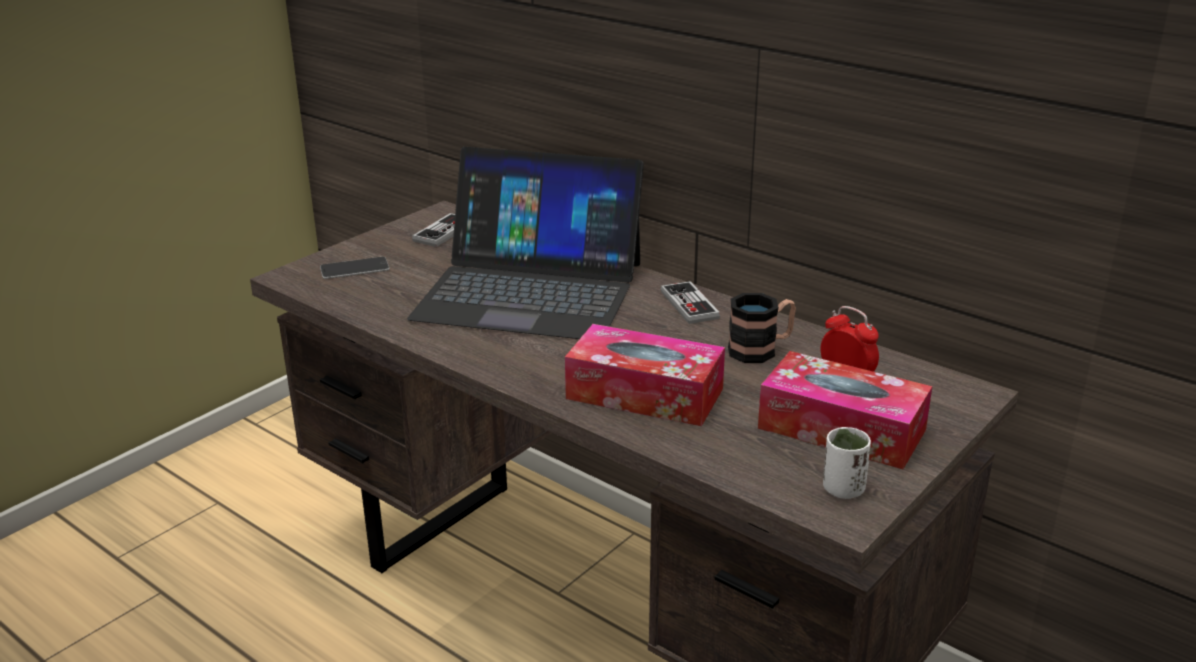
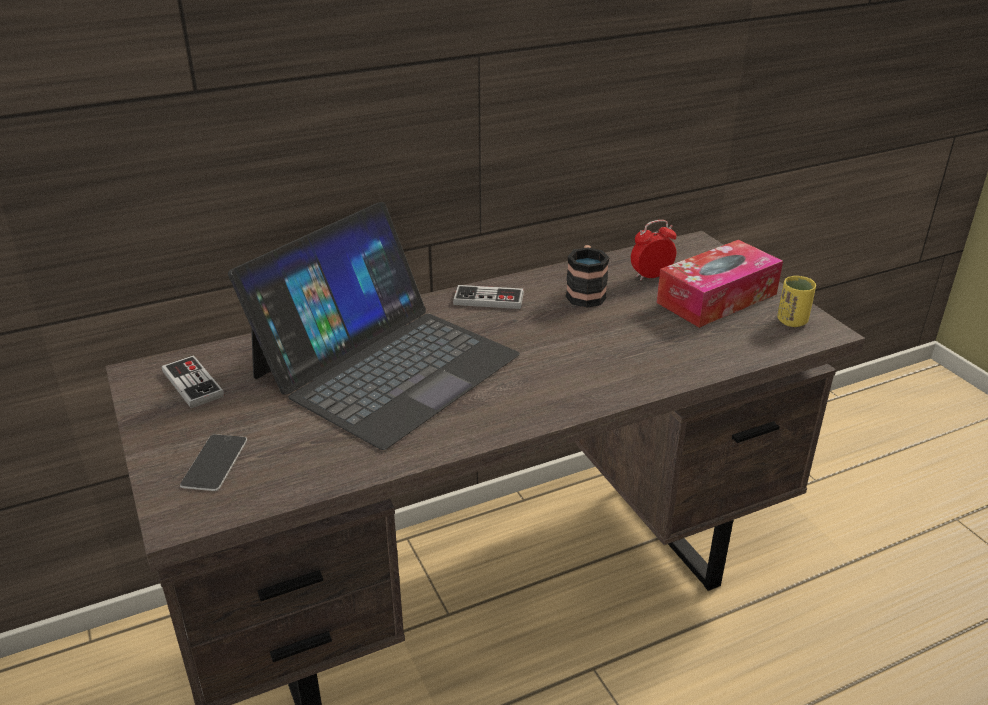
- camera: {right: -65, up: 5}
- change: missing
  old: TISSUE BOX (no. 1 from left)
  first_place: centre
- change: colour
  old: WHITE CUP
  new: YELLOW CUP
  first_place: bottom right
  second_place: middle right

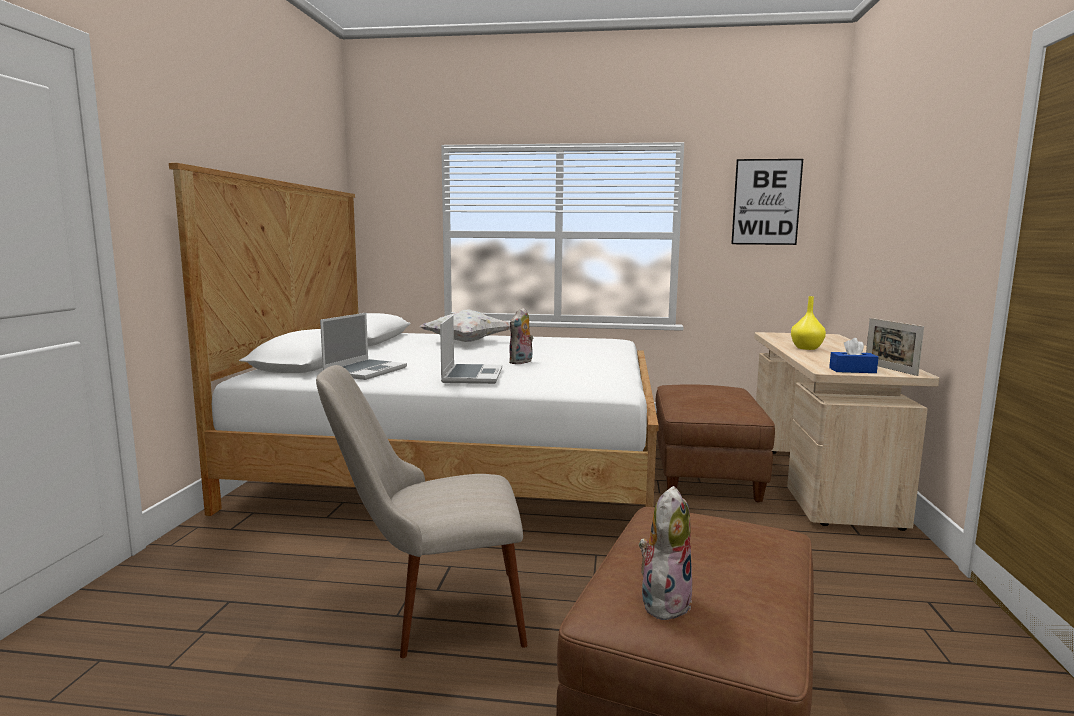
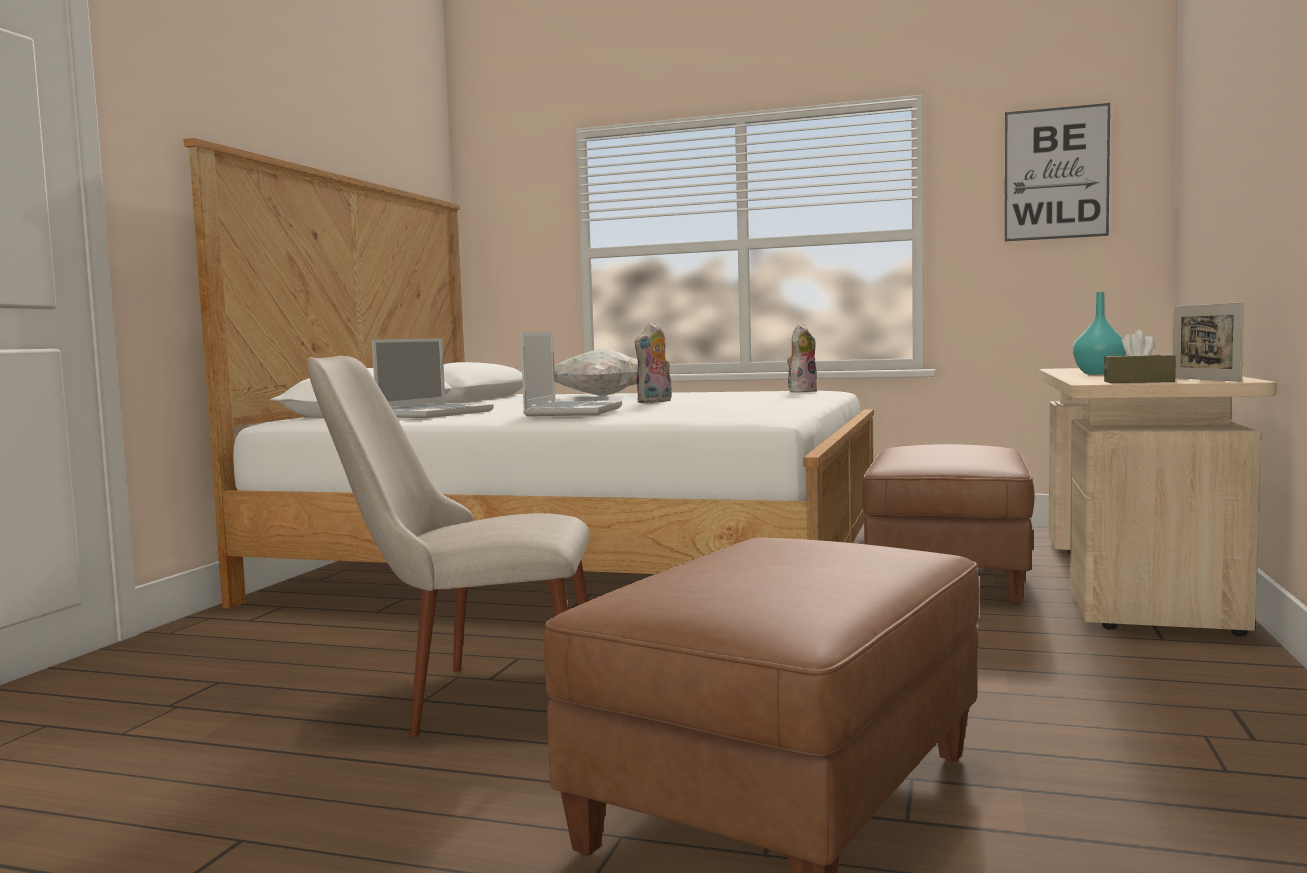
- camera: {right: 10, up: -5}
- change: colour
  old: YELLOW VASE
  new: TURQUOISE VASE
  first_place: middle right
  second_place: middle right
- change: colour
  old: BLUE TISSUE BOX
  new: BROWN TISSUE BOX
  first_place: middle right
  second_place: middle right
- change: relocated
  old: PLUSH TOY (no. 2 from left)
  first_place: bottom centre
  second_place: centre

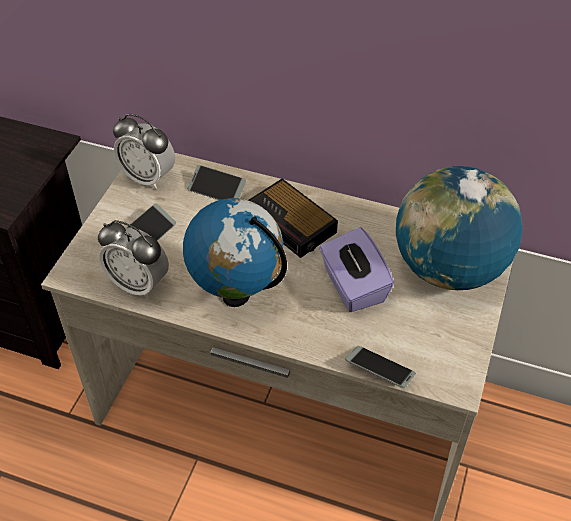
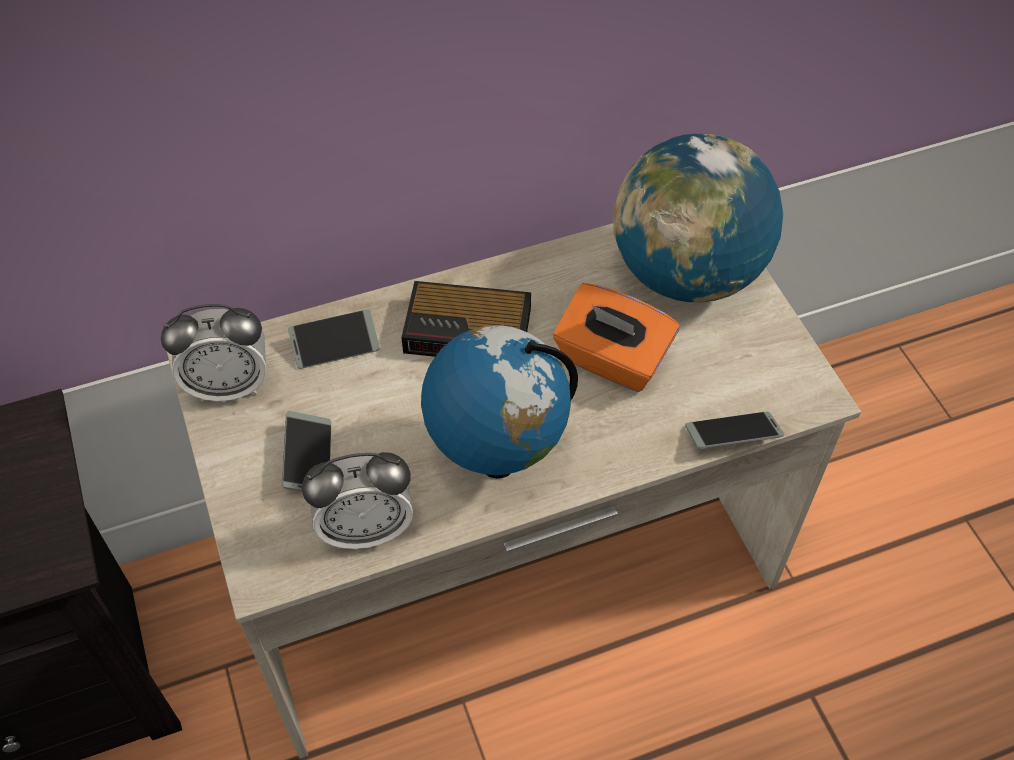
- camera: {right: -40, up: 5}
- change: colour
  old: PURPLE TISSUE BOX
  new: ORANGE TISSUE BOX
  first_place: centre
  second_place: centre

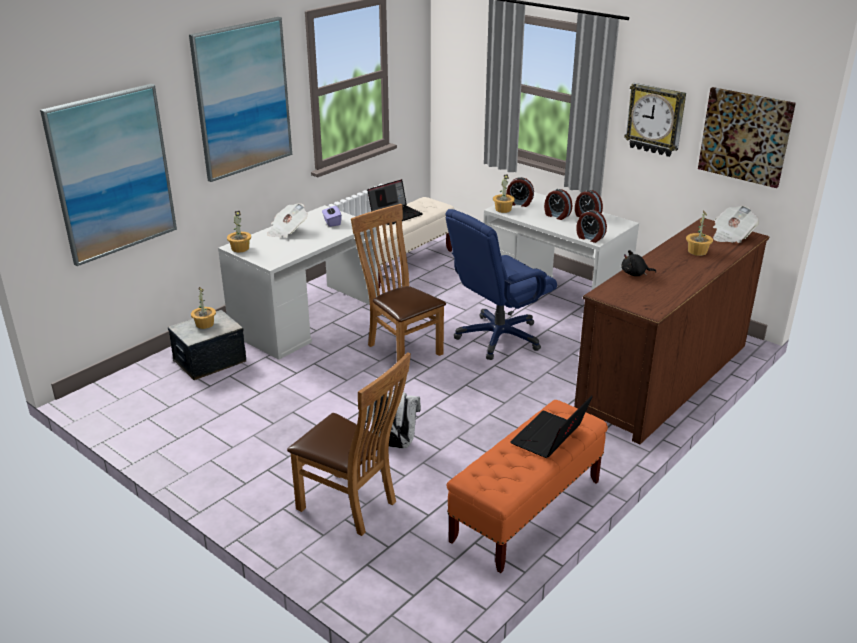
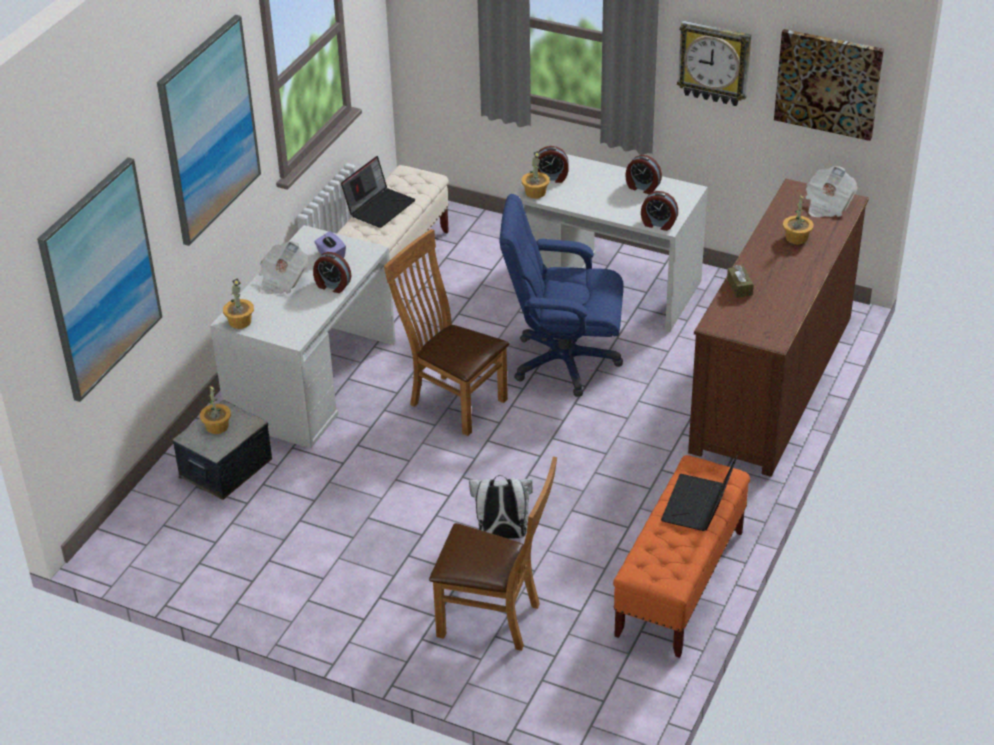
- camera: {right: -15, up: 10}
- change: relocated
  old: ALARM CLOCK (no. 2 from left in the first image)
  new: ALARM CLOCK (no. 1 from left)
  first_place: top centre
  second_place: centre
- change: spun
  old: BLUE OFFICE CHAIR
  first_place: centre
  second_place: centre
  degrees: 60
- change: exchanged
  old: BLACK PLUSH TOY
  new: BROWN TISSUE BOX
  first_place: middle right
  second_place: middle right

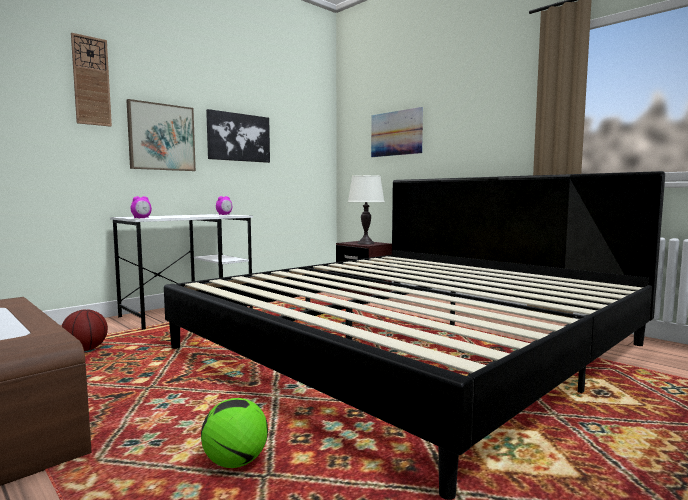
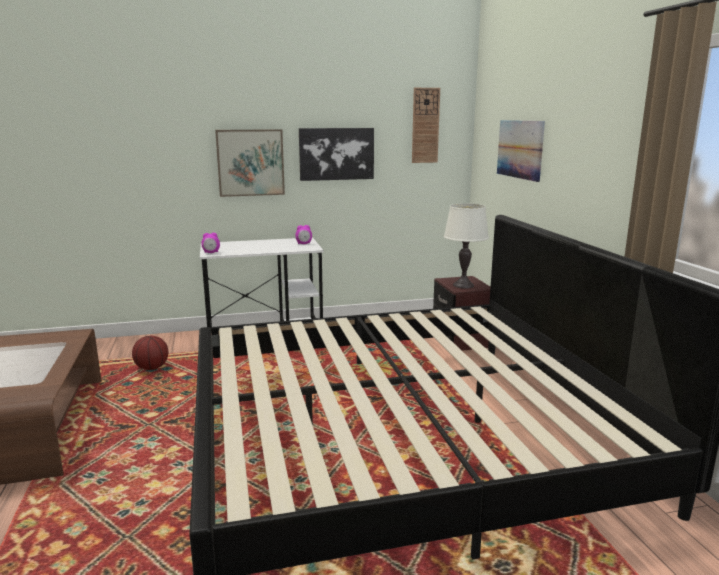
- camera: {right: 30, up: 10}
- change: relocated
  old: WALL CLOCK
  first_place: top left
  second_place: top centre
- change: missing
  old: FOOTBALL
  first_place: bottom centre

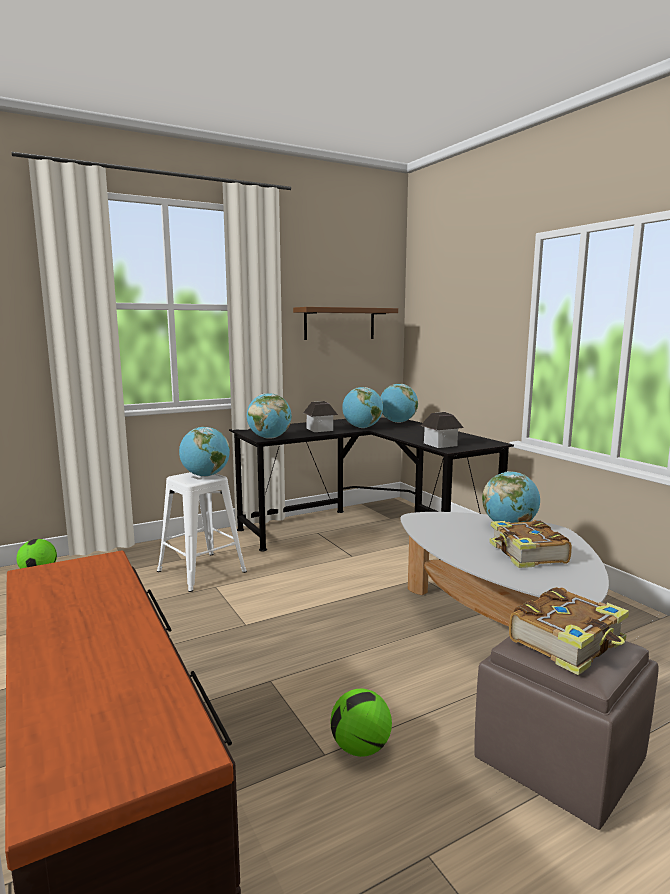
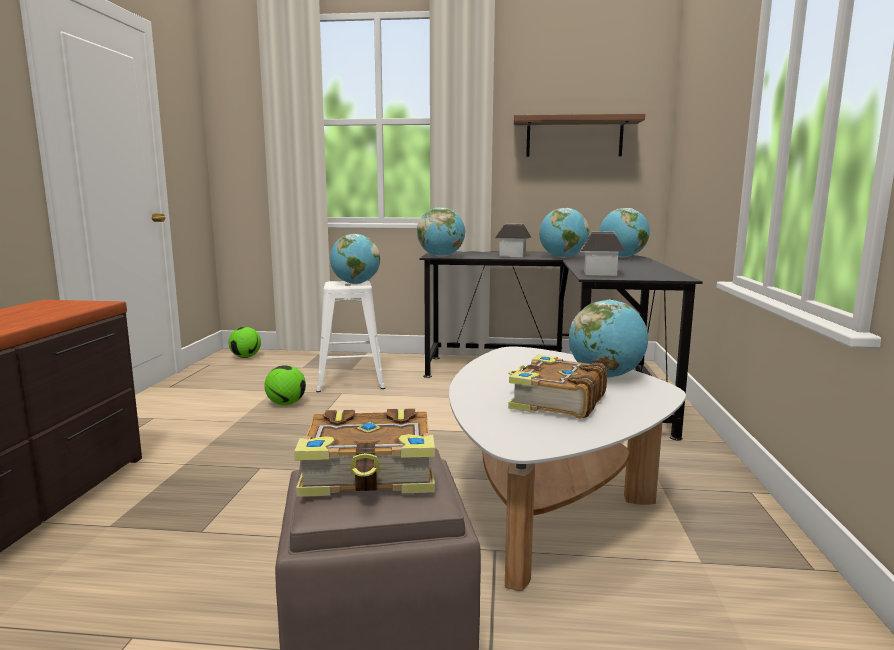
- camera: {right: 35, up: 0}
- change: relocated
  old: FOOTBALL (no. 2 from left)
  first_place: bottom centre
  second_place: middle left

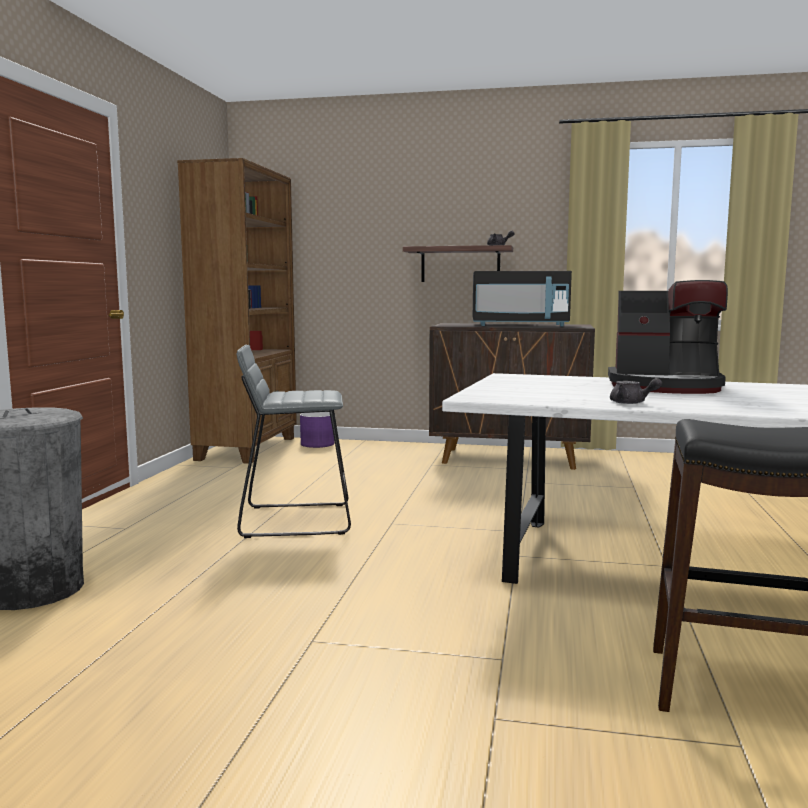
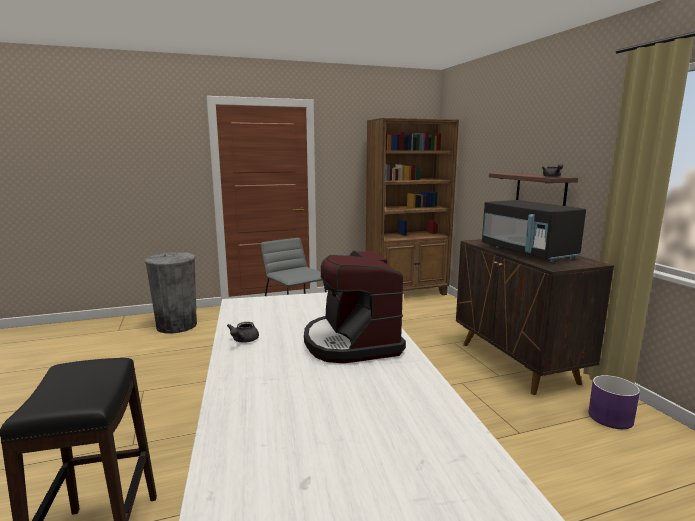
- camera: {right: 60, up: 5}
- change: relocated
  old: PURPLE PLANTER
  first_place: centre
  second_place: bottom right

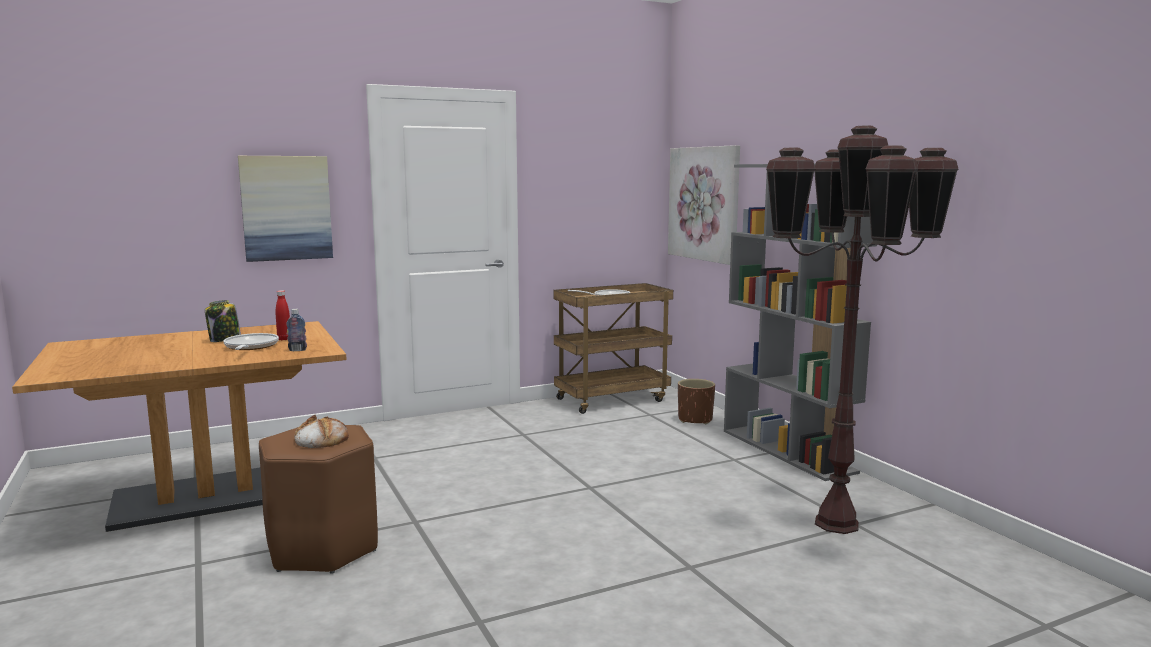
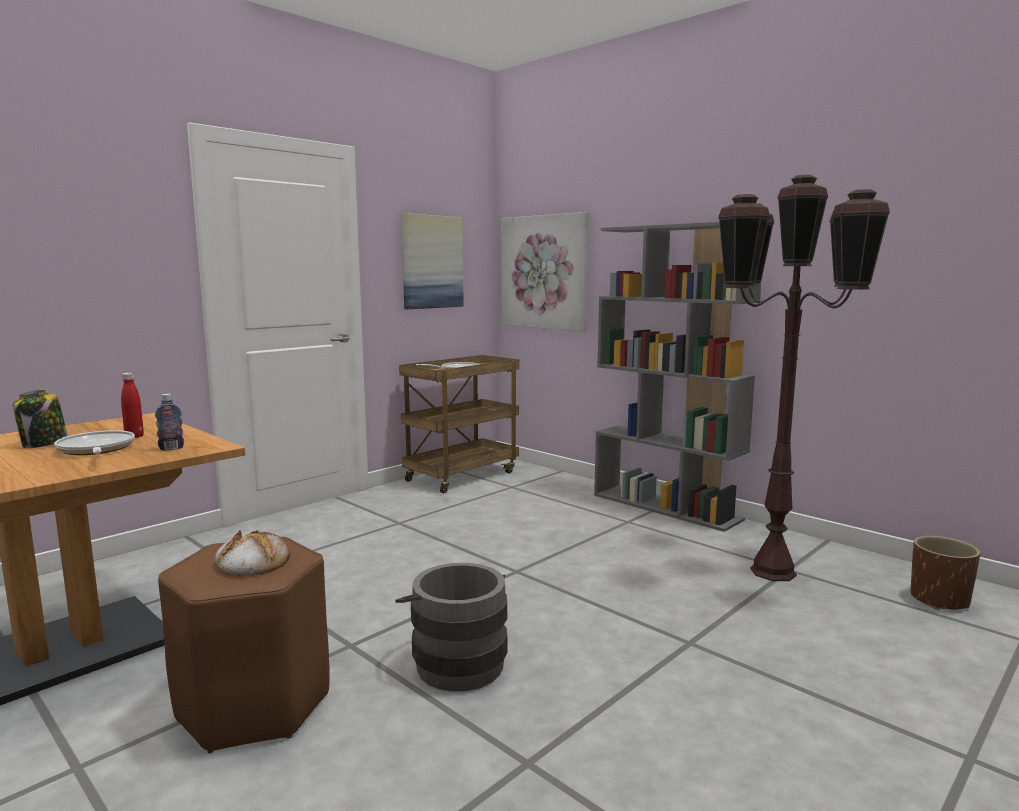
- camera: {right: -20, up: 0}
- change: relocated
  old: PICTURE (no. 1 from left)
  first_place: top left
  second_place: top centre
- change: relocated
  old: BROWN PLANTER
  first_place: centre
  second_place: bottom right
- change: appeared
  new: GREY BUCKET
  second_place: bottom centre

